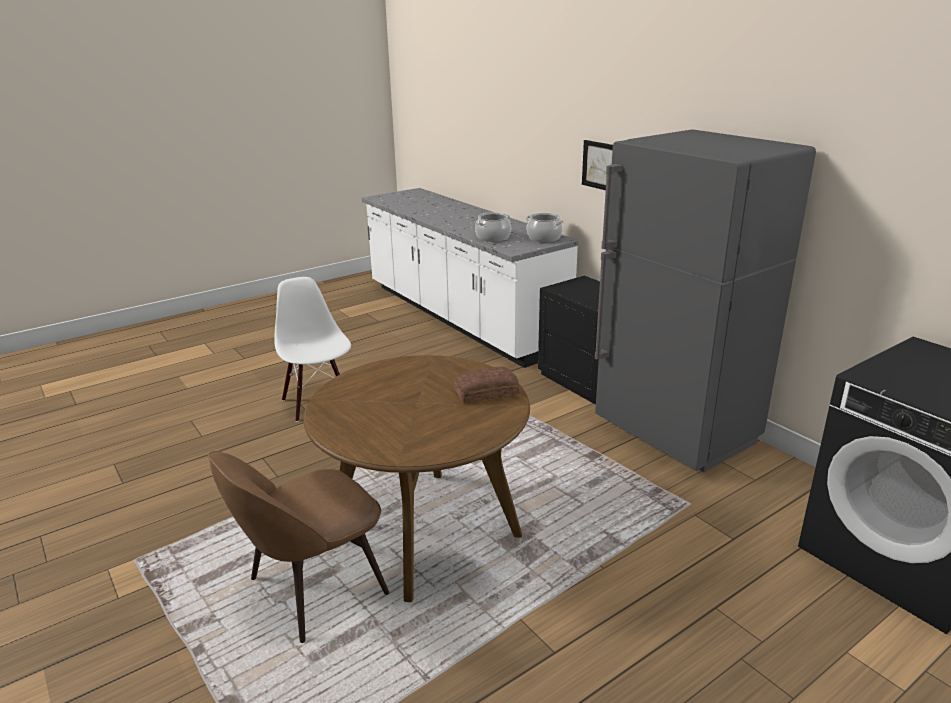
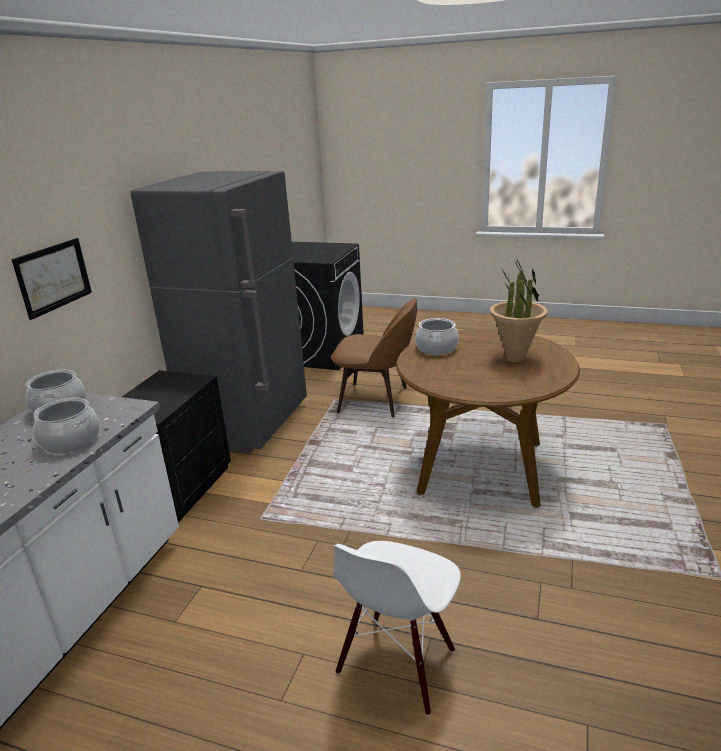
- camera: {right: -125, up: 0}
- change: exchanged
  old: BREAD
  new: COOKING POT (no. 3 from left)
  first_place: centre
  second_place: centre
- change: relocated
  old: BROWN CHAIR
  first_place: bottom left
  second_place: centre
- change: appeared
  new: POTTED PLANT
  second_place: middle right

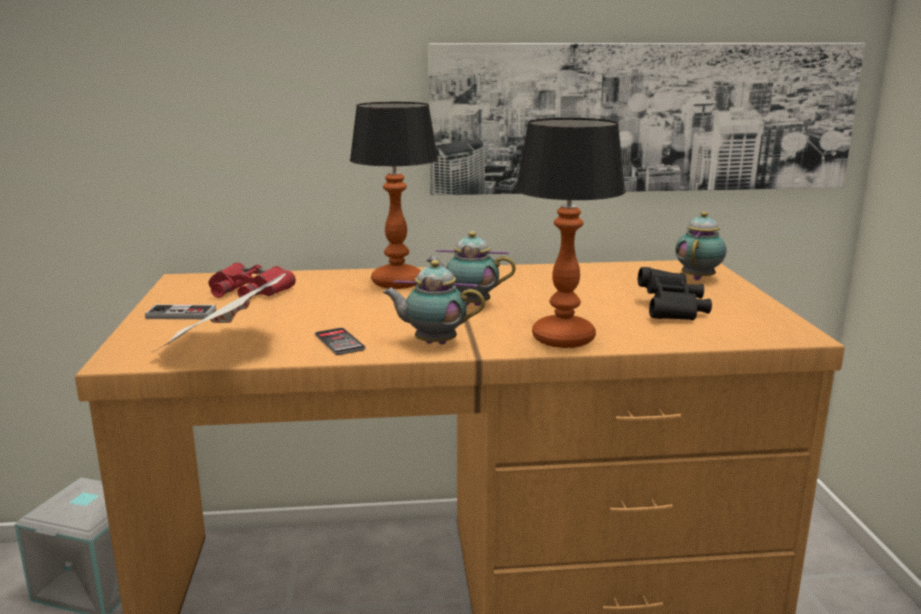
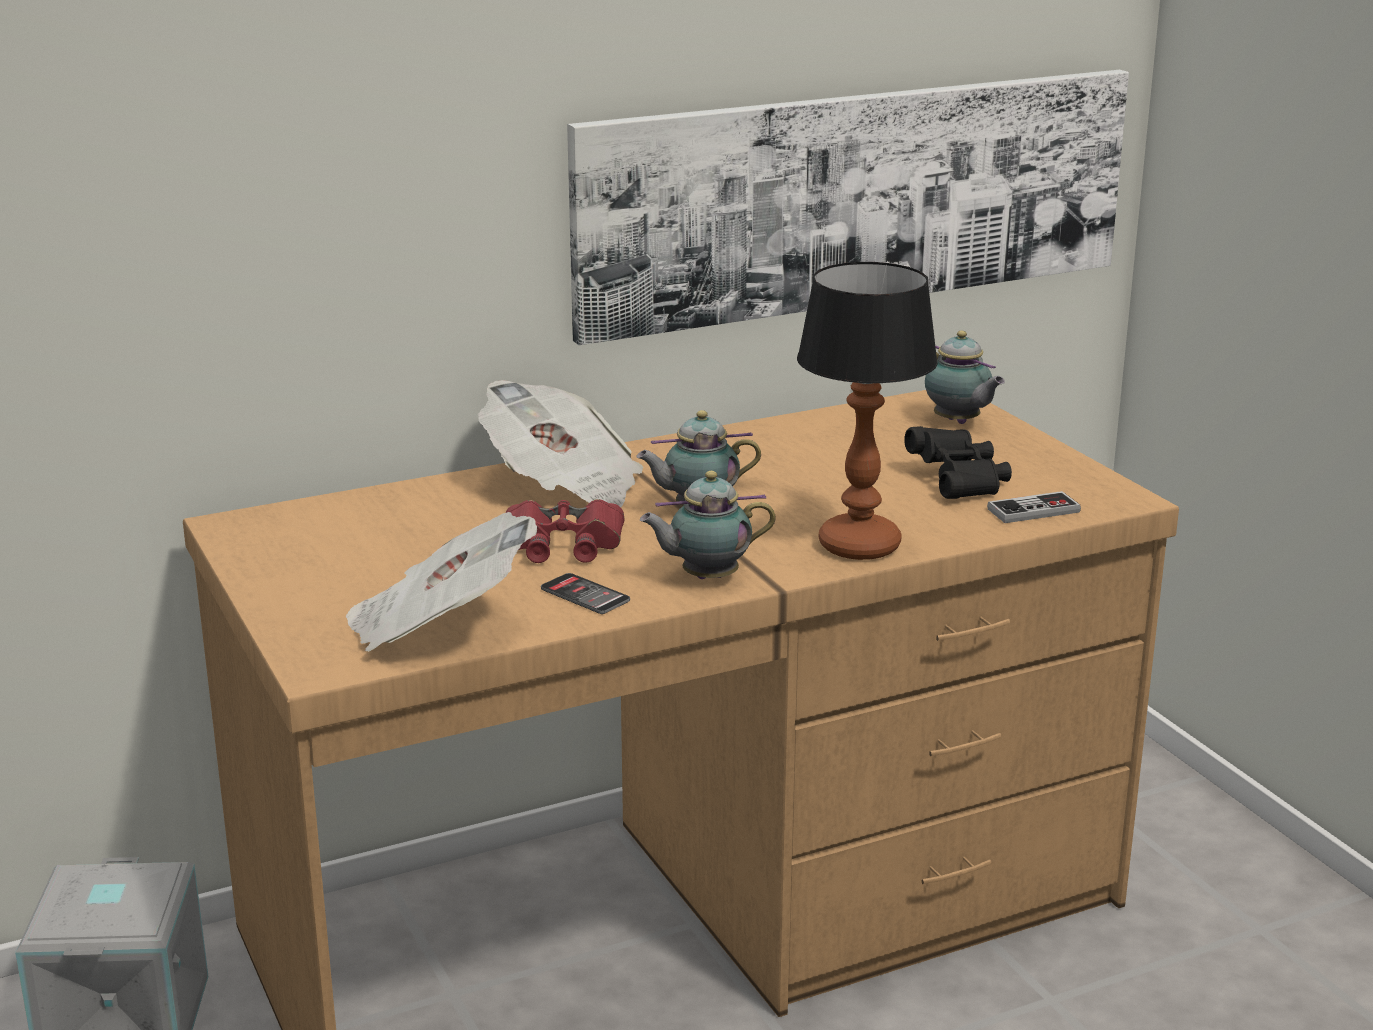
- camera: {right: -20, up: 5}
- change: exchanged
  old: TABLE LAMP (no. 1 from left)
  new: NEWSPAPER (no. 2 from left)
  first_place: top centre
  second_place: centre
- change: spun
  old: TEAPOT (no. 3 from left)
  first_place: middle right
  second_place: middle right
  degrees: 135
- change: relocated
  old: RED BINOCULARS
  first_place: middle left
  second_place: centre
- change: relocated
  old: GAME CONTROLLER
  first_place: middle left
  second_place: middle right

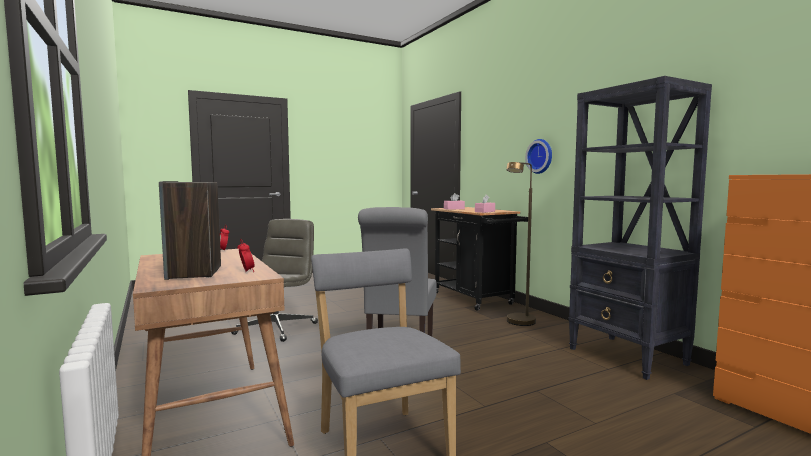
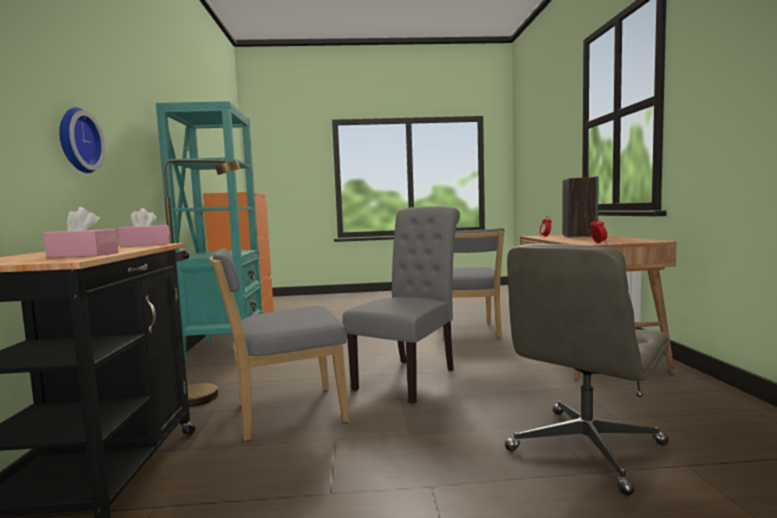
- camera: {right: -155, up: 0}
- change: colour
  old: BLACK BOOKCASE
  new: TURQUOISE BOOKCASE
  first_place: middle right
  second_place: middle left
- change: appeared
  new: GREY CHAIR (no. 1 from left)
  second_place: centre

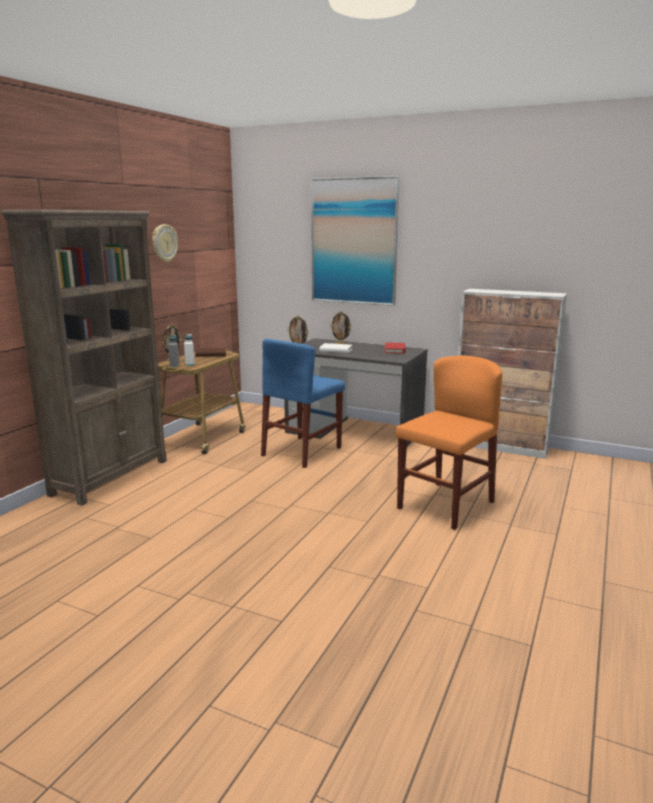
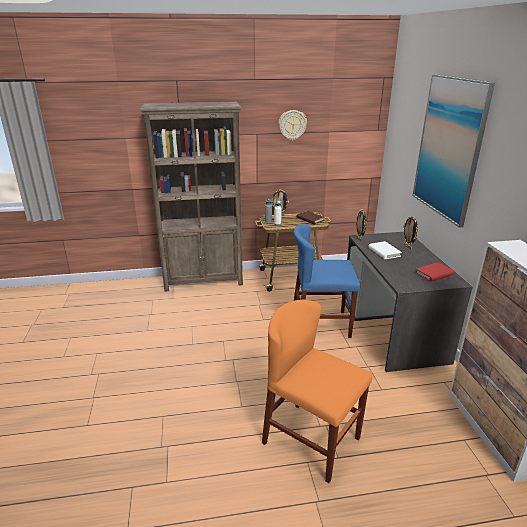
- camera: {right: 55, up: 10}
- change: spun
  old: ORANGE CHAIR
  first_place: middle right
  second_place: bottom centre
  degrees: -150

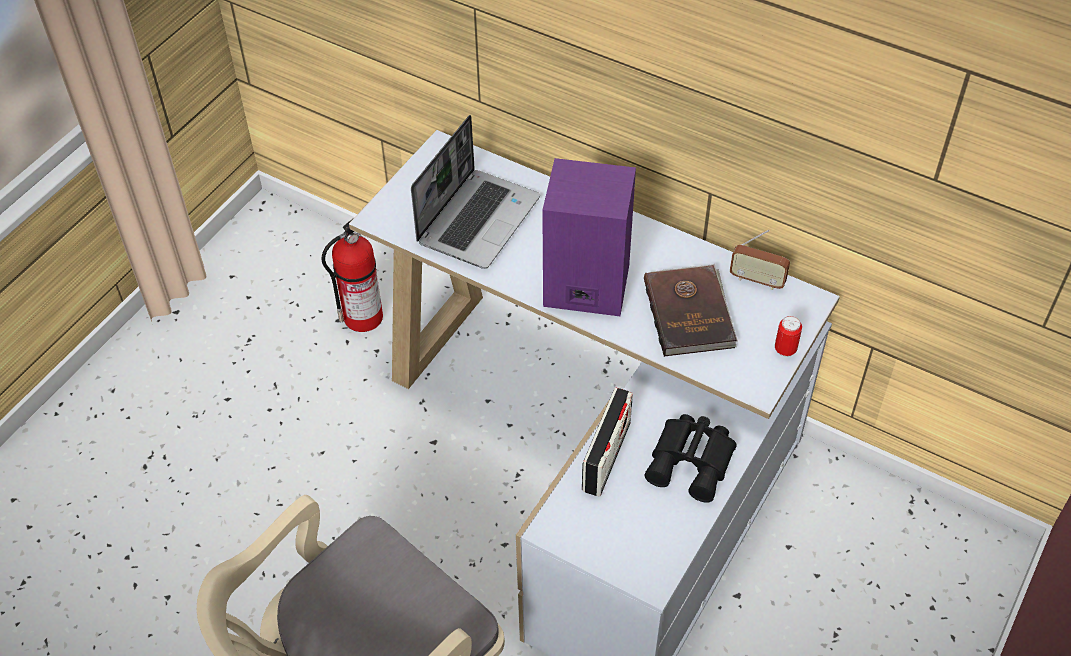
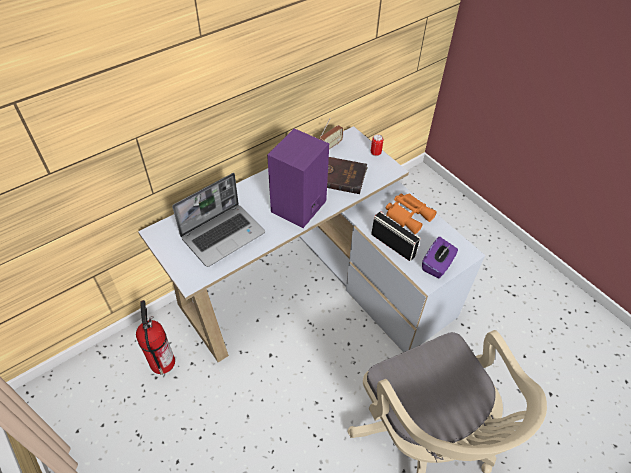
- camera: {right: -70, up: 0}
- change: spun
  old: LAPTOP
  first_place: top centre
  second_place: centre
  degrees: 90
- change: colour
  old: BLACK BINOCULARS
  new: ORANGE BINOCULARS
  first_place: bottom centre
  second_place: centre
- change: appeared
  new: PURPLE TISSUE BOX
  second_place: middle right

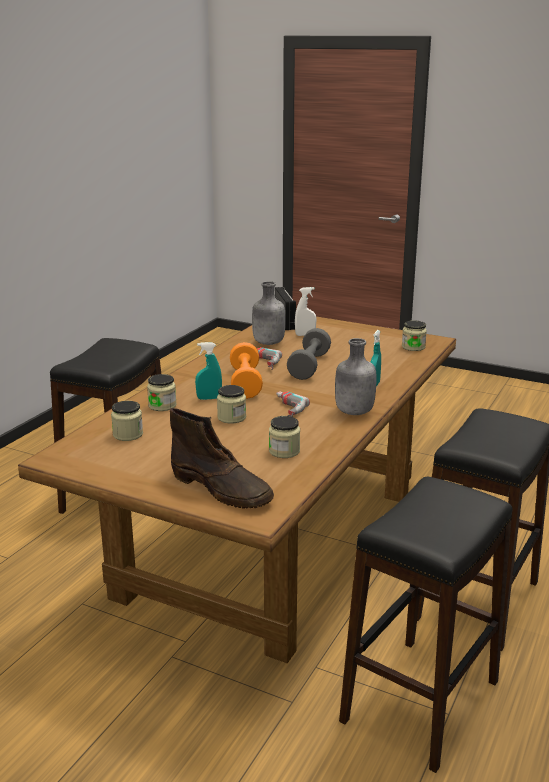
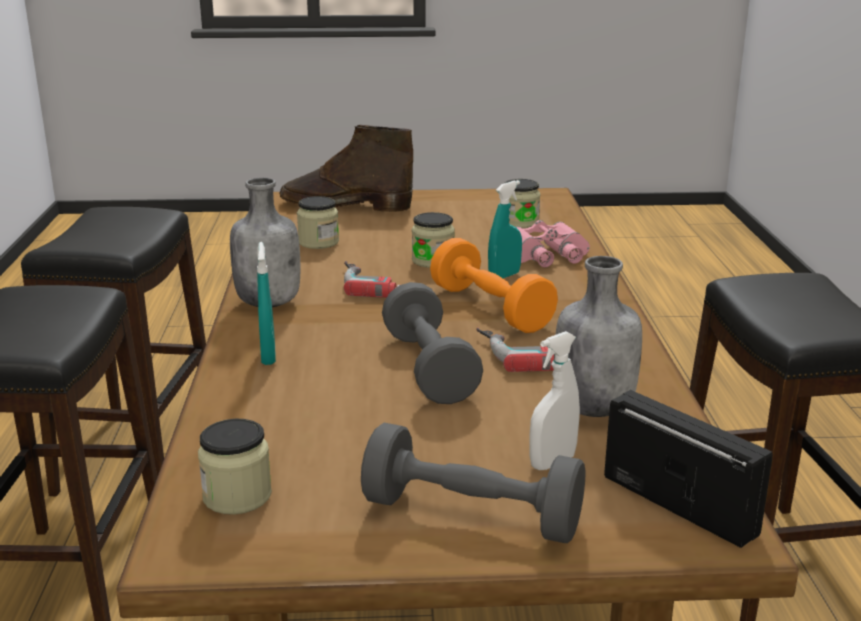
- camera: {right: 150, up: 0}
- change: exchanged
  old: JAR (no. 2 from left)
  new: PINK BINOCULARS
  first_place: middle left
  second_place: centre
- change: appeared
  new: GREY DUMBBELL (no. 2 from left)
  second_place: bottom centre

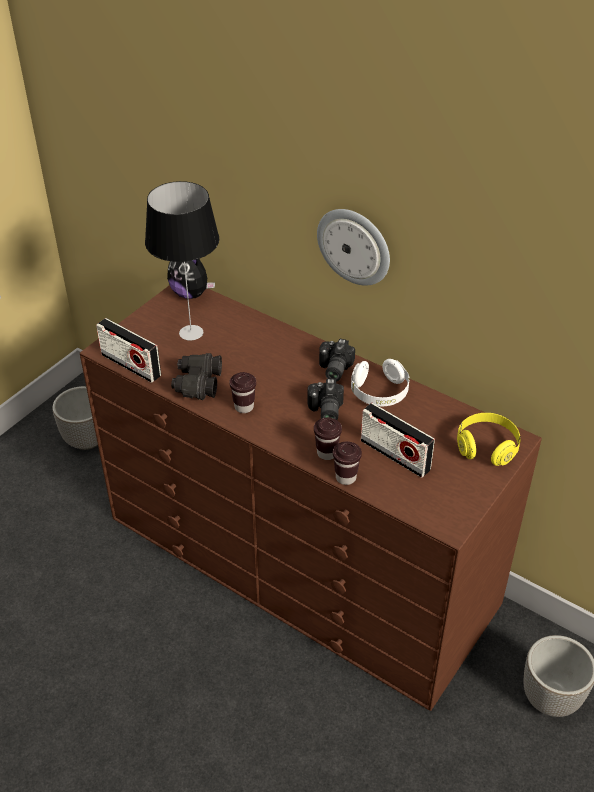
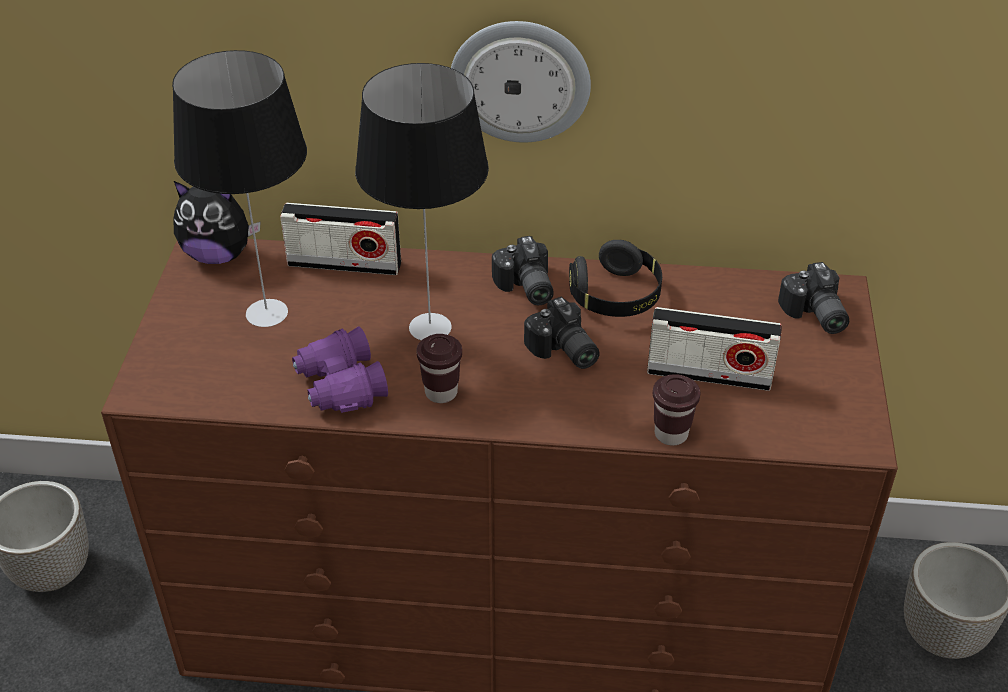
- camera: {right: -30, up: 0}
- change: relocated
  old: RADIO (no. 1 from left)
  first_place: middle left
  second_place: centre
- change: colour
  old: BLACK BINOCULARS
  new: PURPLE BINOCULARS
  first_place: middle left
  second_place: centre
- change: colour
  old: WHITE HEADPHONES
  new: BLACK HEADPHONES
  first_place: centre
  second_place: centre
- change: exchanged
  old: YELLOW HEADPHONES
  new: PHOTO CAMERA (no. 3 from left)
  first_place: middle right
  second_place: middle right
- change: missing
  old: BROWN CUP (no. 2 from left)
  first_place: centre
- change: appeared
  new: TABLE LAMP (no. 2 from left)
  second_place: top centre

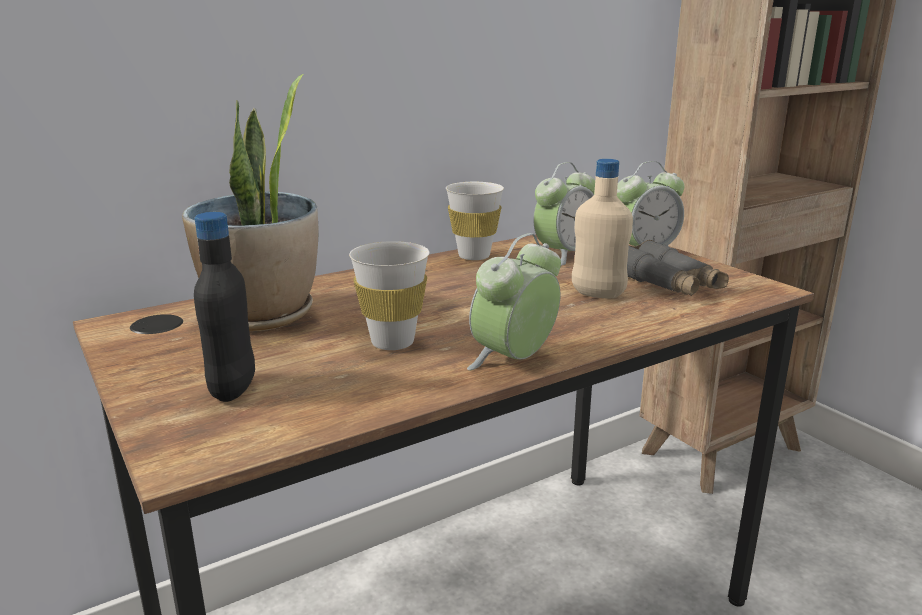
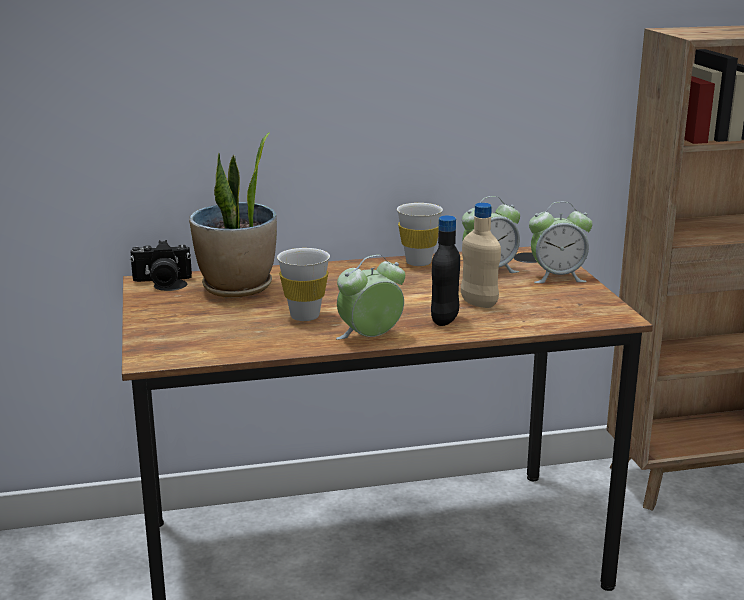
- camera: {right: 20, up: 0}
- change: relocated
  old: BLACK BOTTLE
  first_place: middle left
  second_place: centre
- change: missing
  old: GREY BINOCULARS
  first_place: middle right
- change: appeared
  new: PHOTO CAMERA
  second_place: middle left

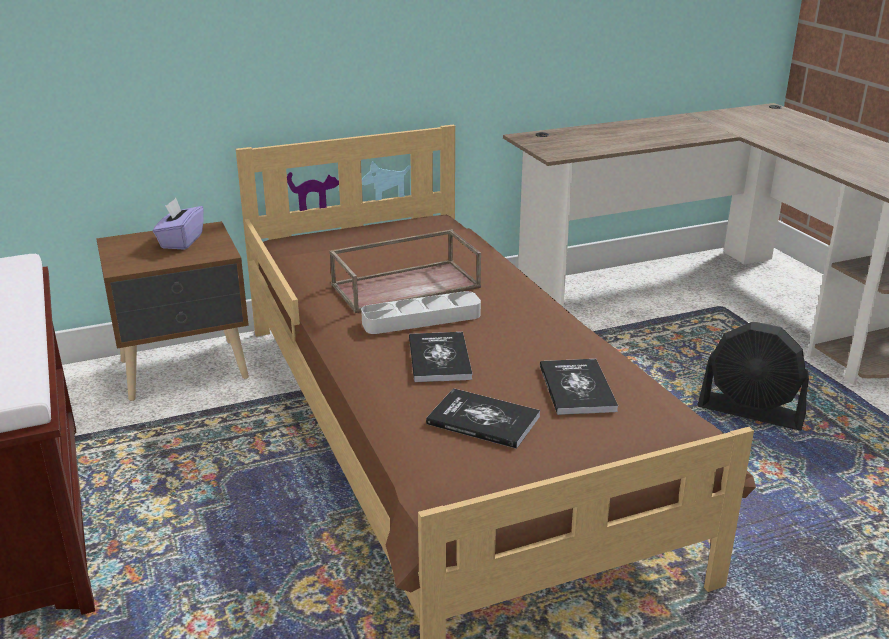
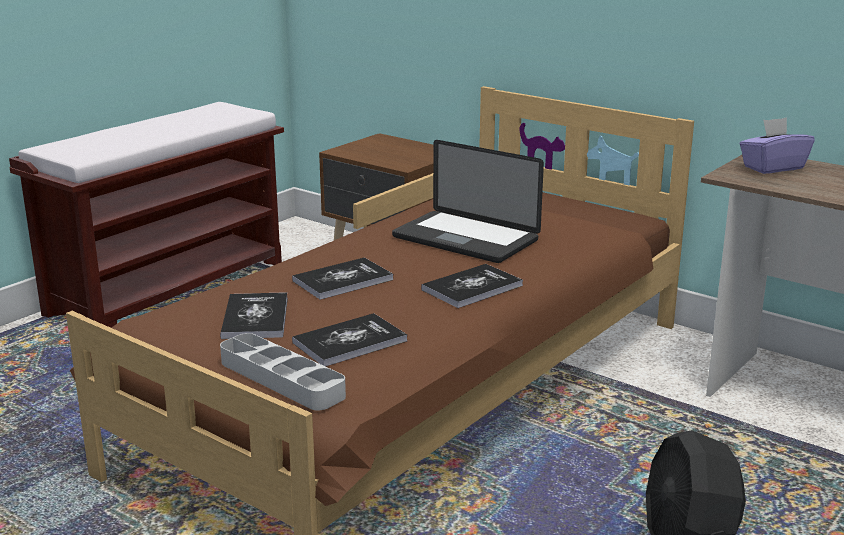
- camera: {right: 60, up: -5}
- change: relocated
  old: PURPLE TISSUE BOX
  first_place: middle left
  second_place: top right
- change: exchanged
  old: BROWN TRAY
  new: LAPTOP
  first_place: centre
  second_place: centre
- change: relocated
  old: GREY TRAY
  first_place: centre
  second_place: bottom centre
- change: appeared
  new: BOOK (no. 4 from left)
  second_place: centre

